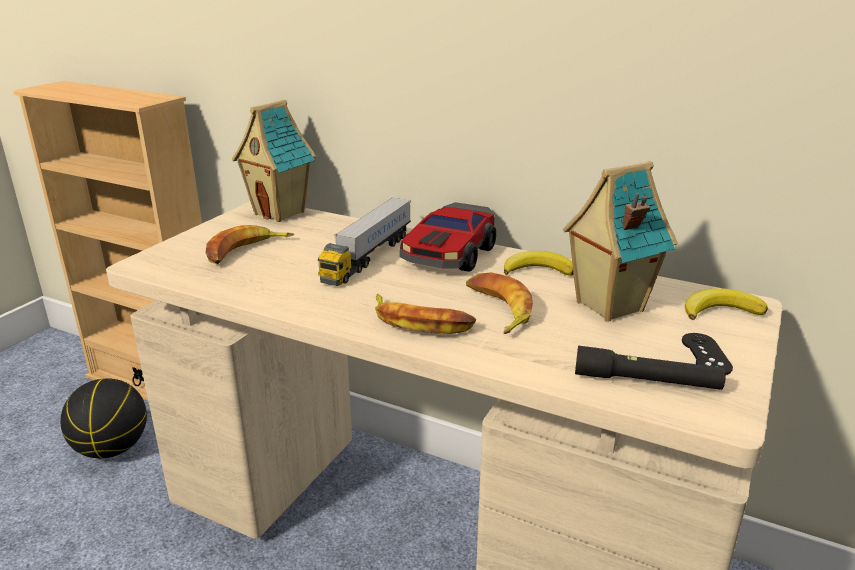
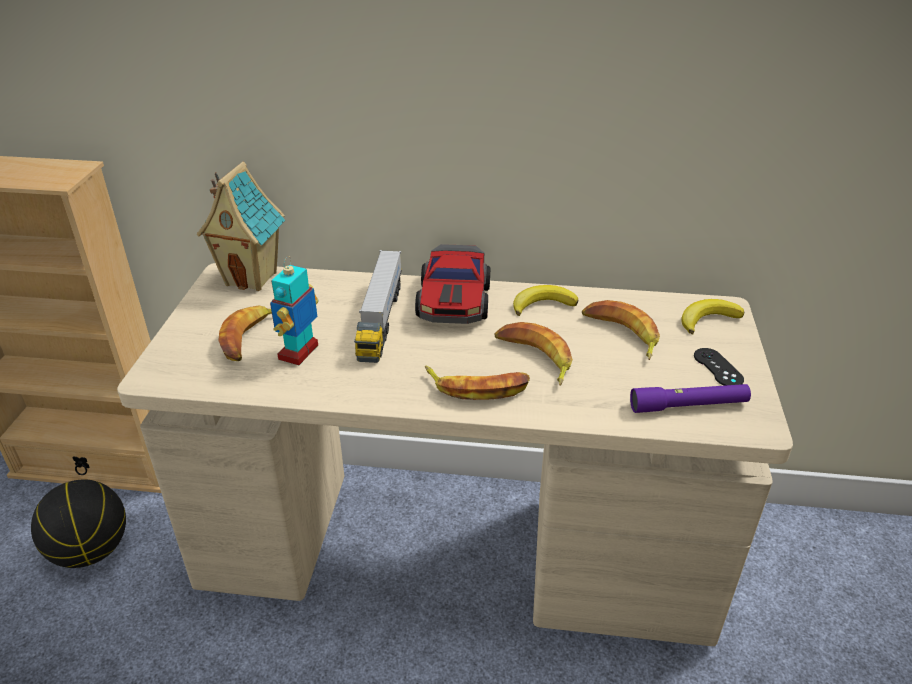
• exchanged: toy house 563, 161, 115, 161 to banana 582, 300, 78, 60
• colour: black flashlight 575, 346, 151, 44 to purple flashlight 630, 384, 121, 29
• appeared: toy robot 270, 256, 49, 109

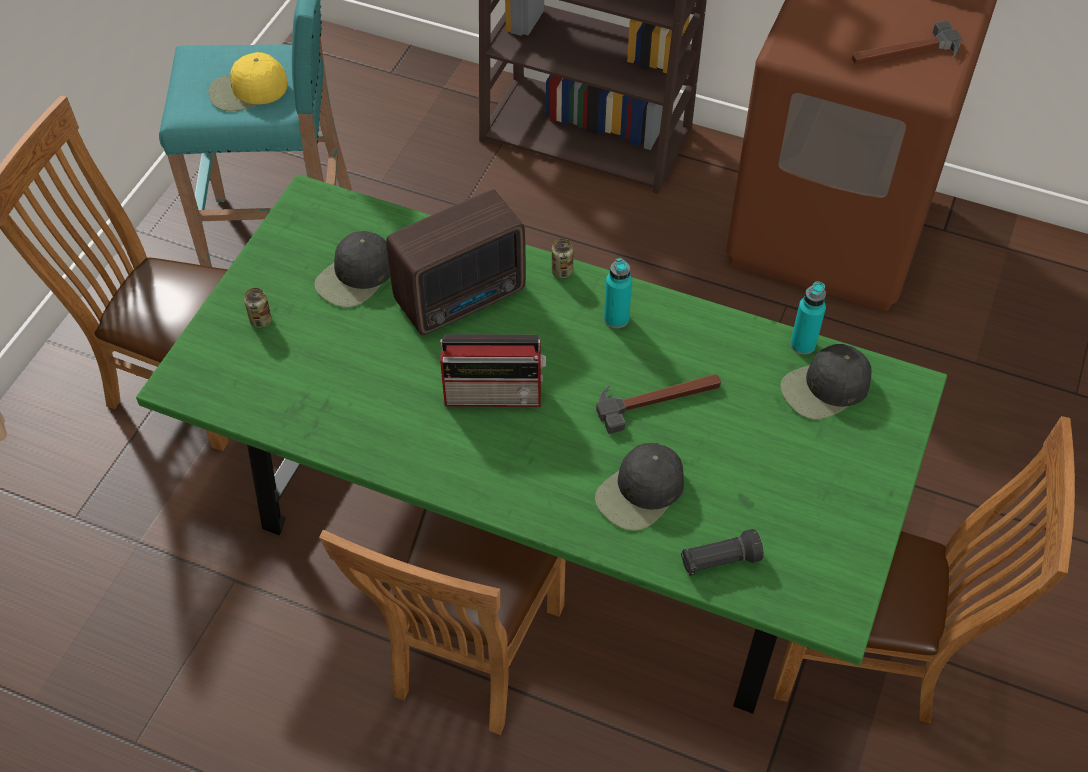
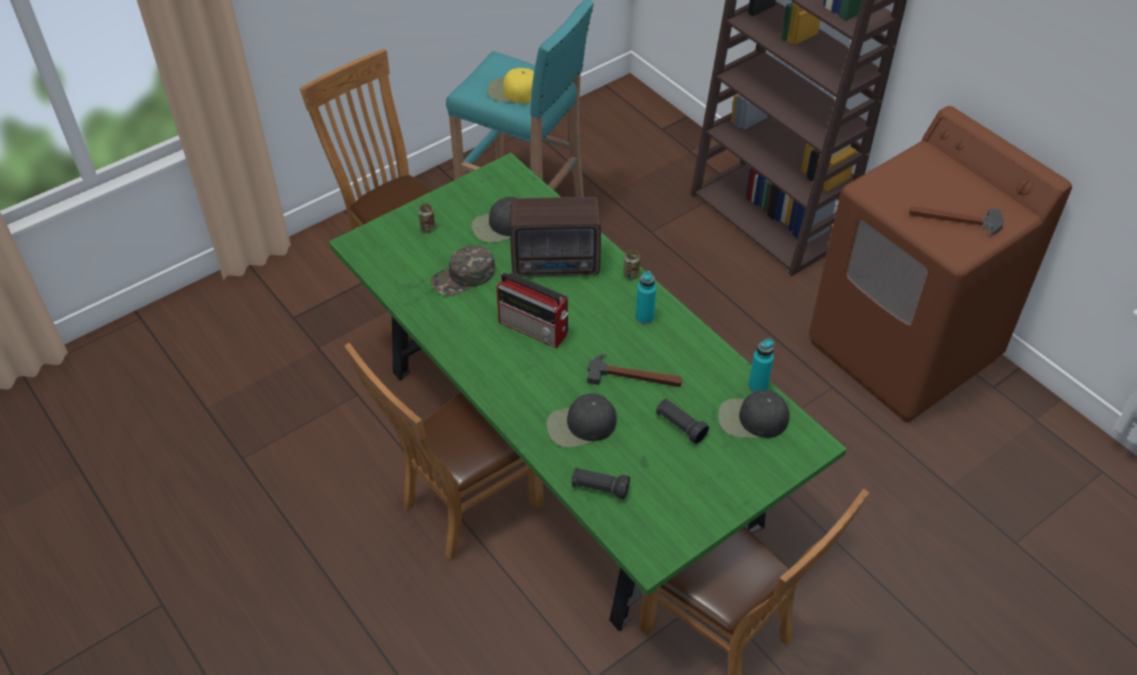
• appeared: green cap 431, 245, 64, 51
• appeared: black flashlight 656, 399, 53, 45

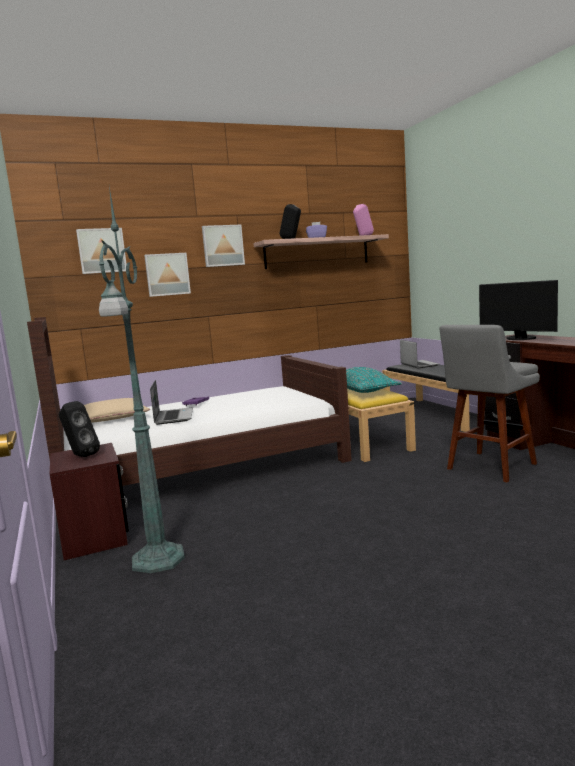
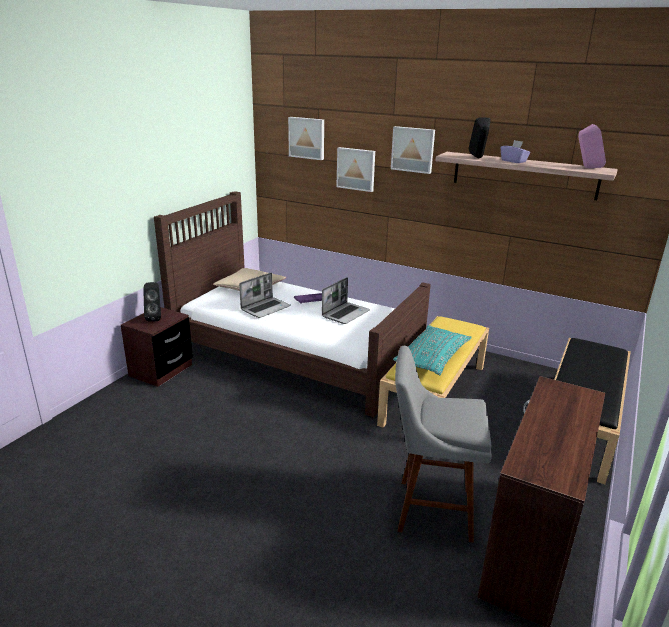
• missing: green floor lamp 99, 187, 86, 386
• missing: monitor 479, 280, 79, 60
• relocated: laptop 400, 340, 40, 28 to 322, 277, 48, 47

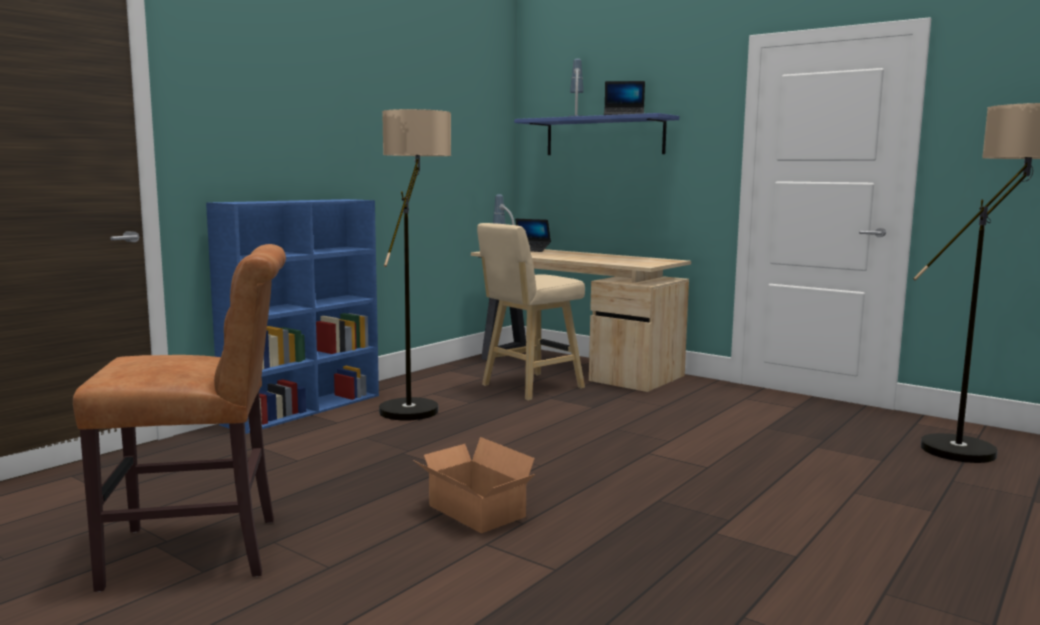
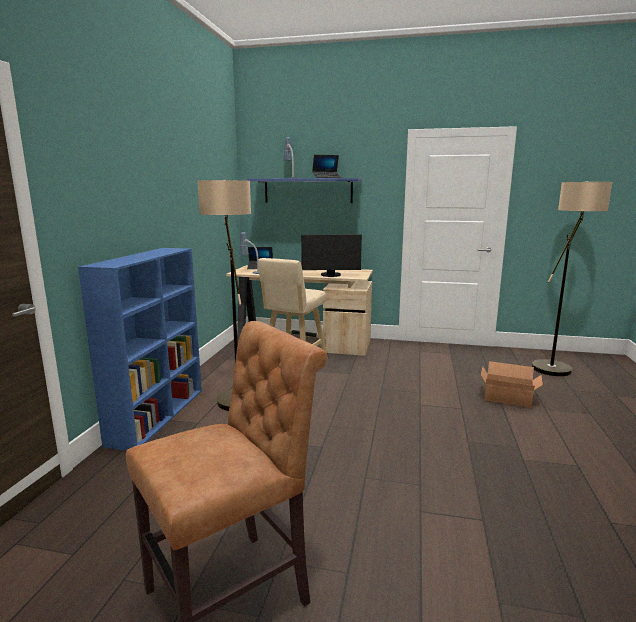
• relocated: cardboard box 413, 437, 122, 96 to 481, 361, 62, 47
• appeared: monitor 301, 234, 61, 43

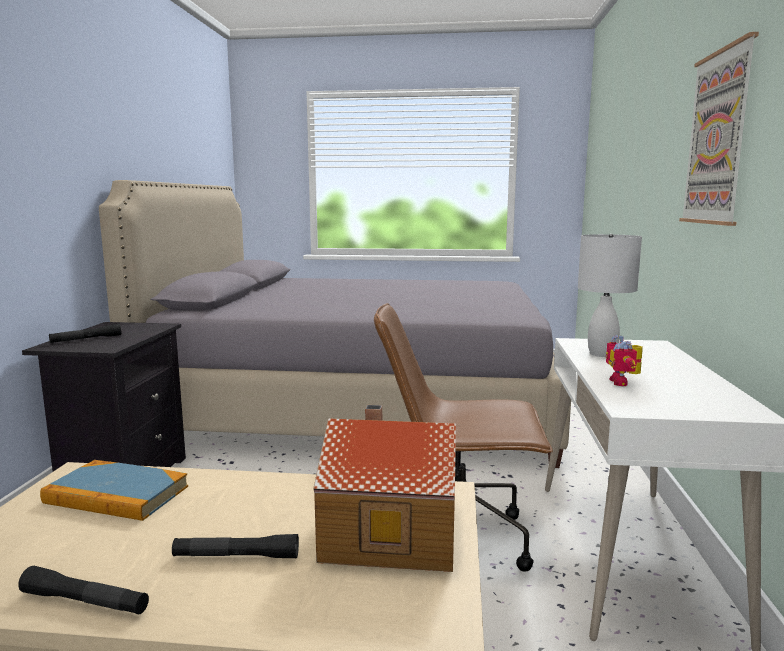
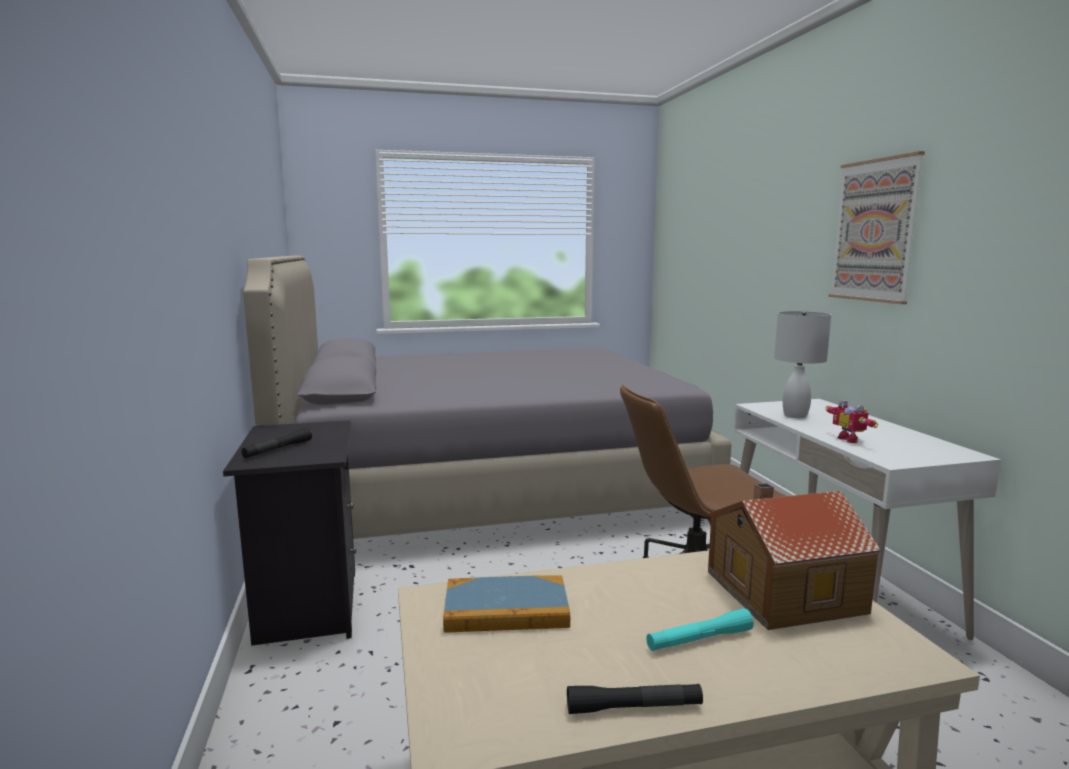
• colour: black flashlight 172, 534, 127, 24 to turquoise flashlight 646, 608, 108, 43

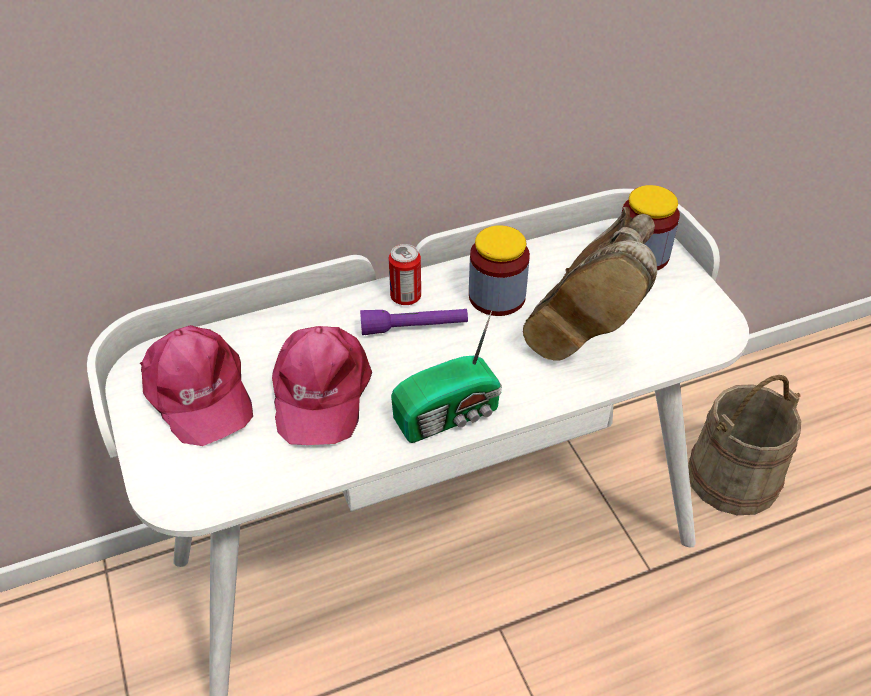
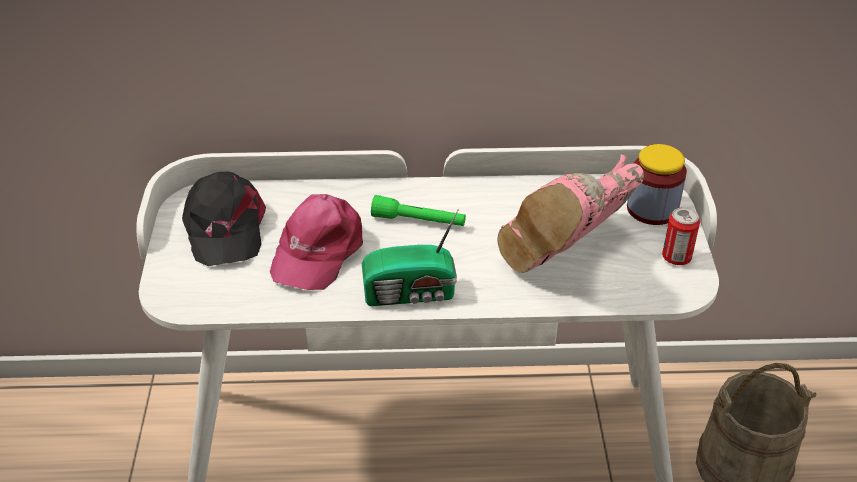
• colour: brown boot 523, 207, 134, 154 to pink boot 497, 155, 147, 118
• missing: jar 469, 225, 61, 91
• relocated: can 389, 244, 32, 61 to 662, 207, 38, 58
• colour: purple flashlight 360, 309, 108, 26 to green flashlight 371, 195, 95, 31
• colour: pink cap 140, 325, 113, 121 to black cap 182, 172, 84, 94

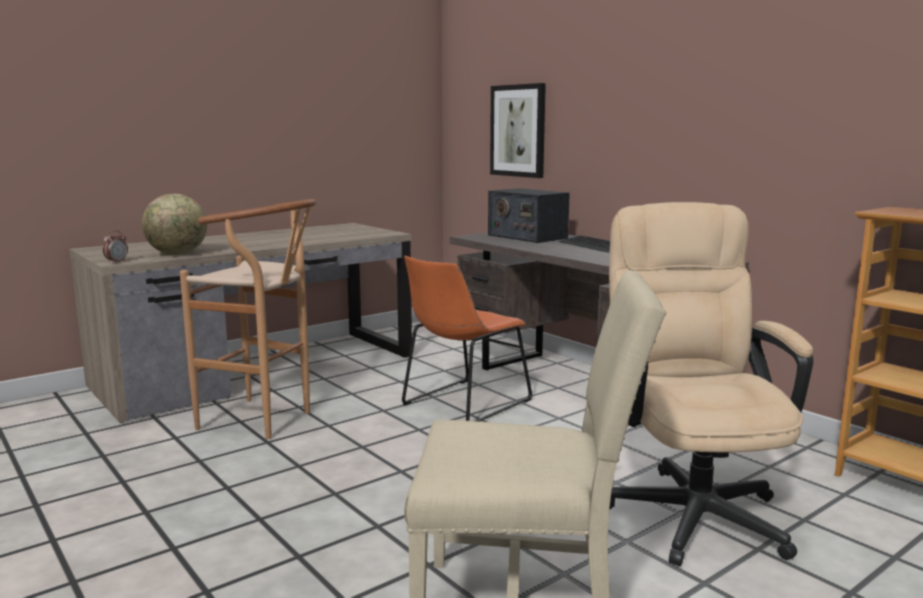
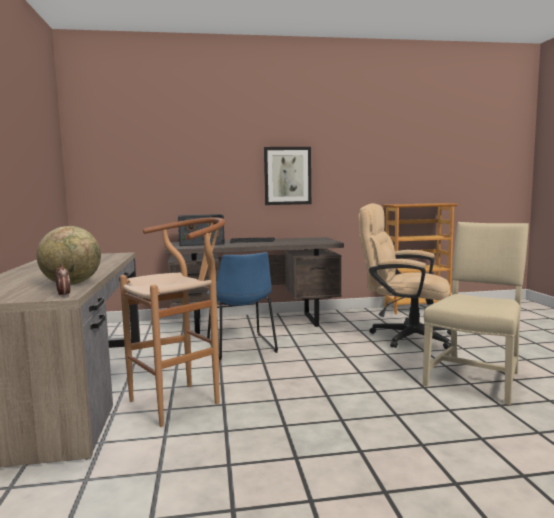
• relocated: picture 490, 83, 56, 95 to 264, 147, 47, 58
• colour: orange chair 402, 256, 131, 166 to blue chair 207, 252, 71, 108

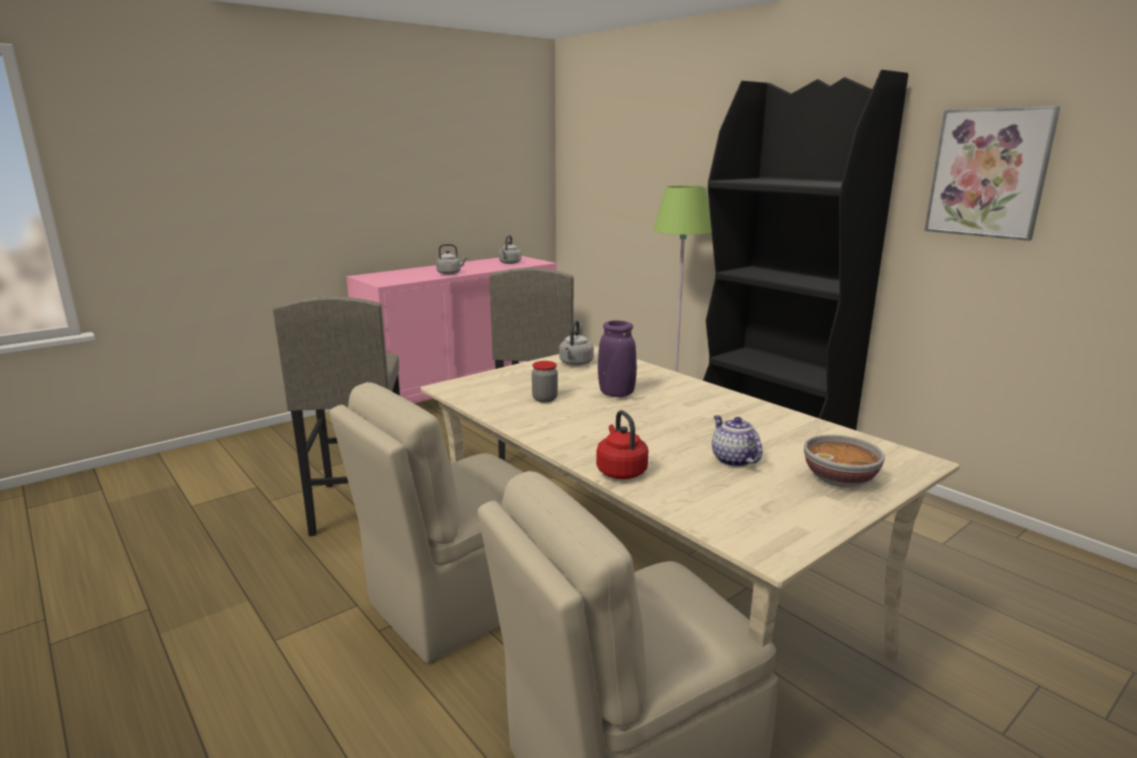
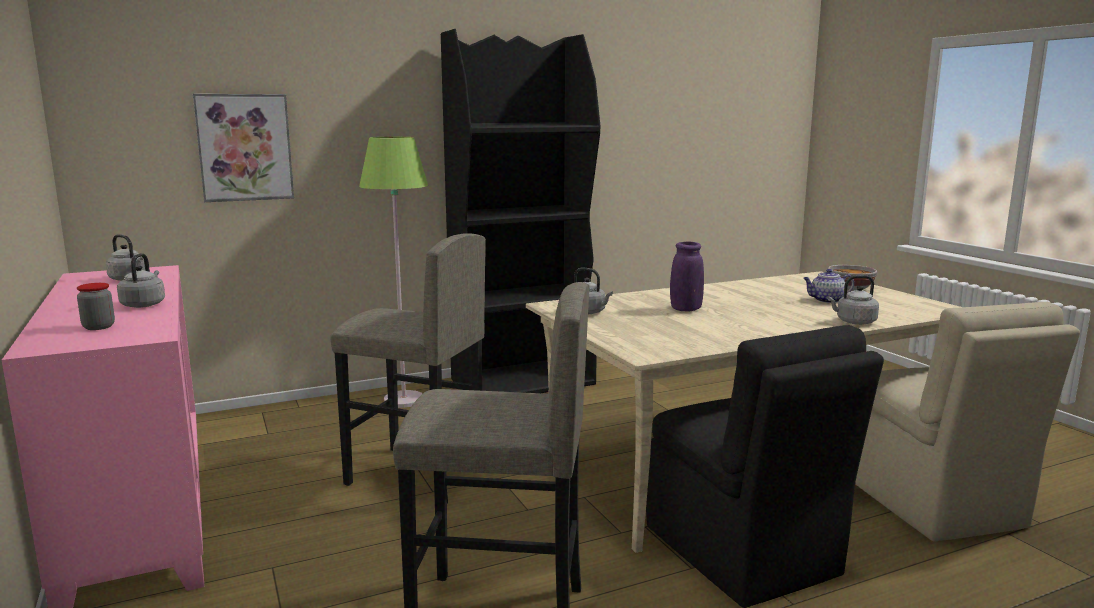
• relocated: picture 924, 106, 137, 135 to 193, 94, 101, 108
• relocated: jar 532, 361, 26, 42 to 77, 283, 38, 47
• colour: beige chair 329, 382, 195, 281 to black chair 646, 325, 238, 283
• colour: red kettle 596, 410, 52, 69 to grey kettle 827, 275, 52, 50

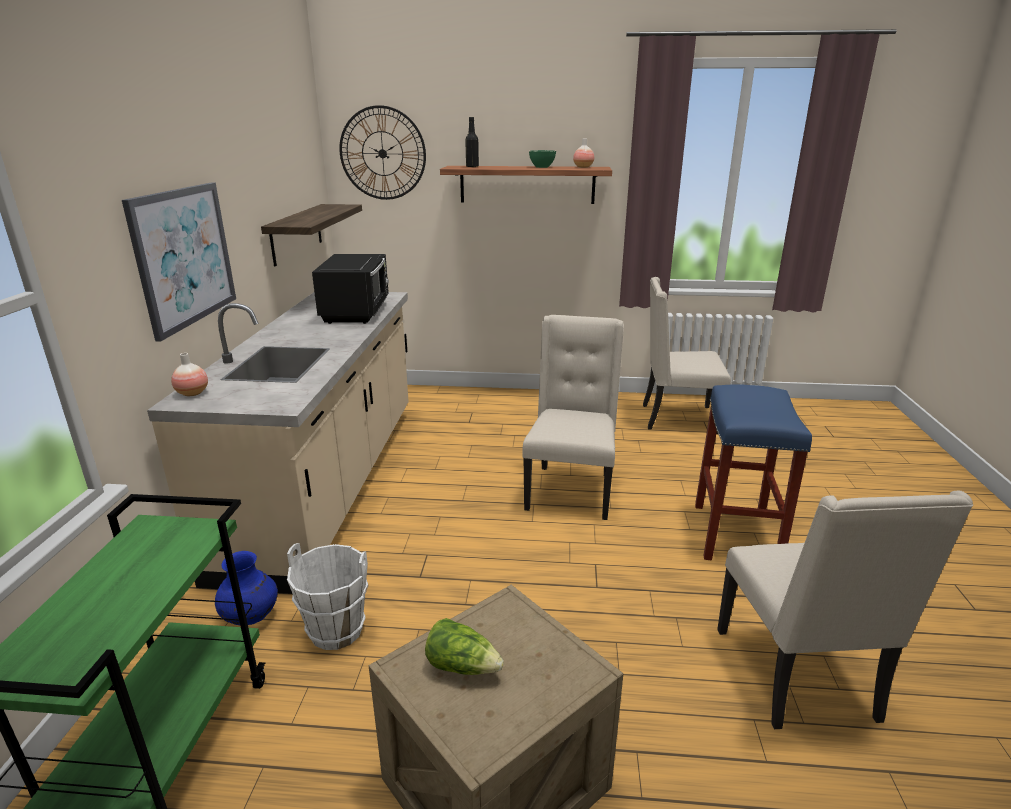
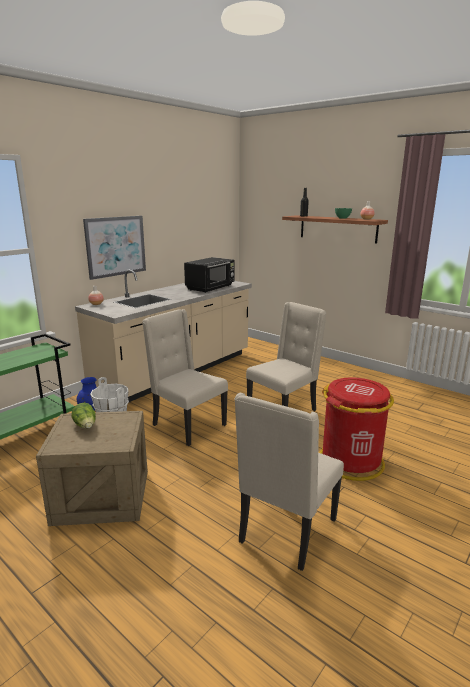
• missing: wall clock 339, 105, 87, 95
• missing: shelf 261, 204, 101, 63
• relocated: beige chair 643, 277, 88, 157 to 142, 309, 86, 137
• exchanged: blue stool 695, 384, 117, 176 to red trash can 319, 377, 75, 104

